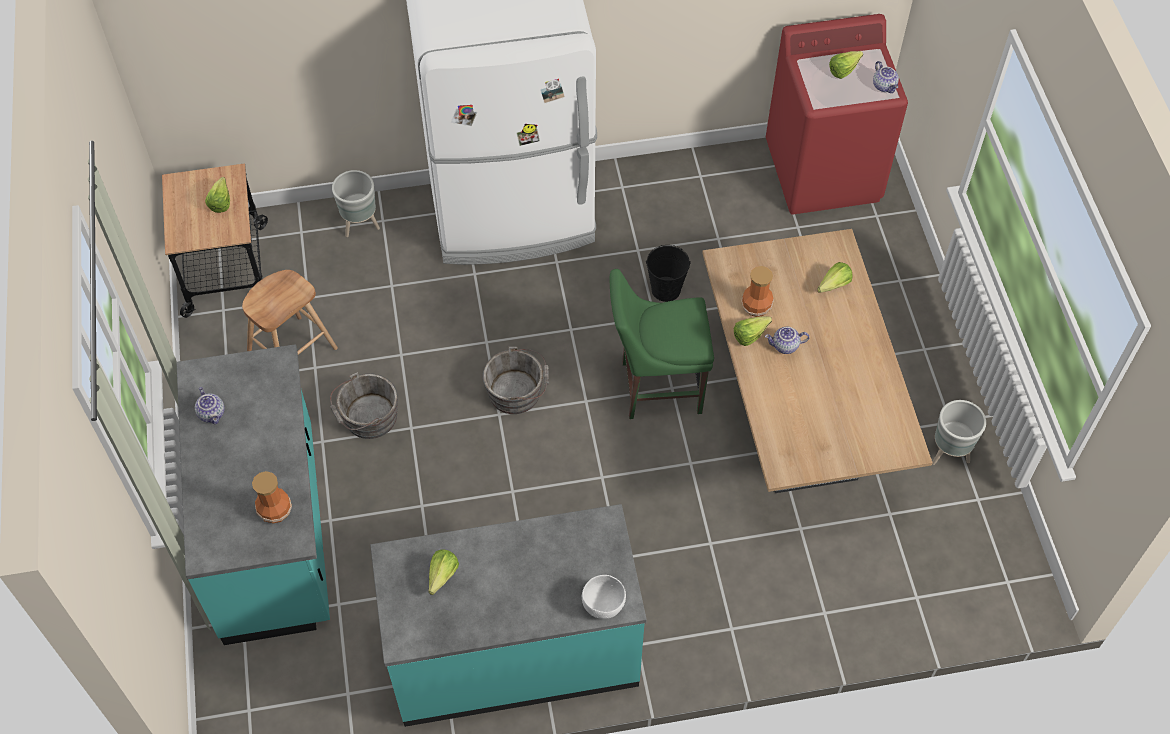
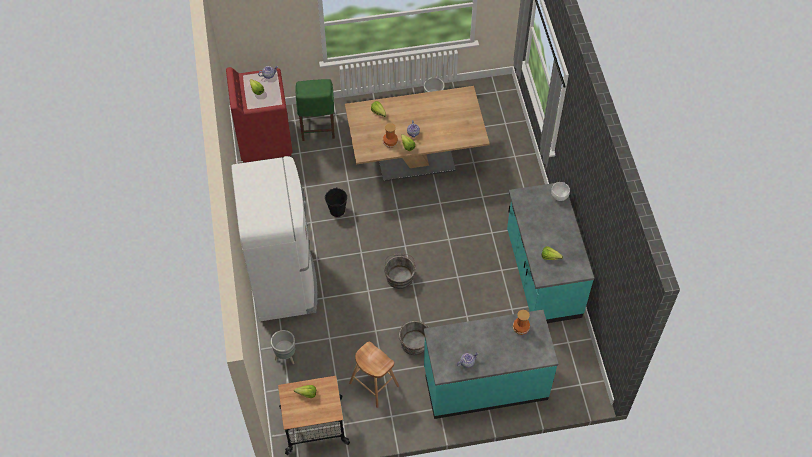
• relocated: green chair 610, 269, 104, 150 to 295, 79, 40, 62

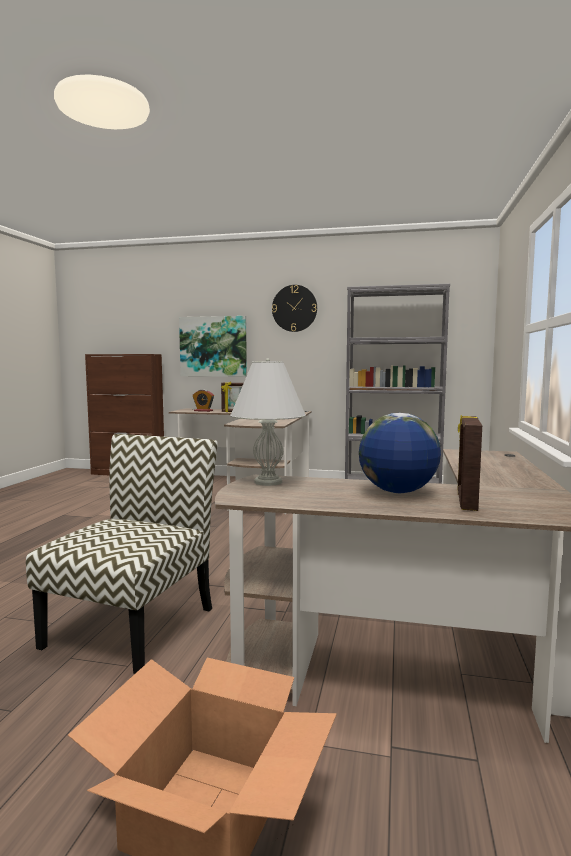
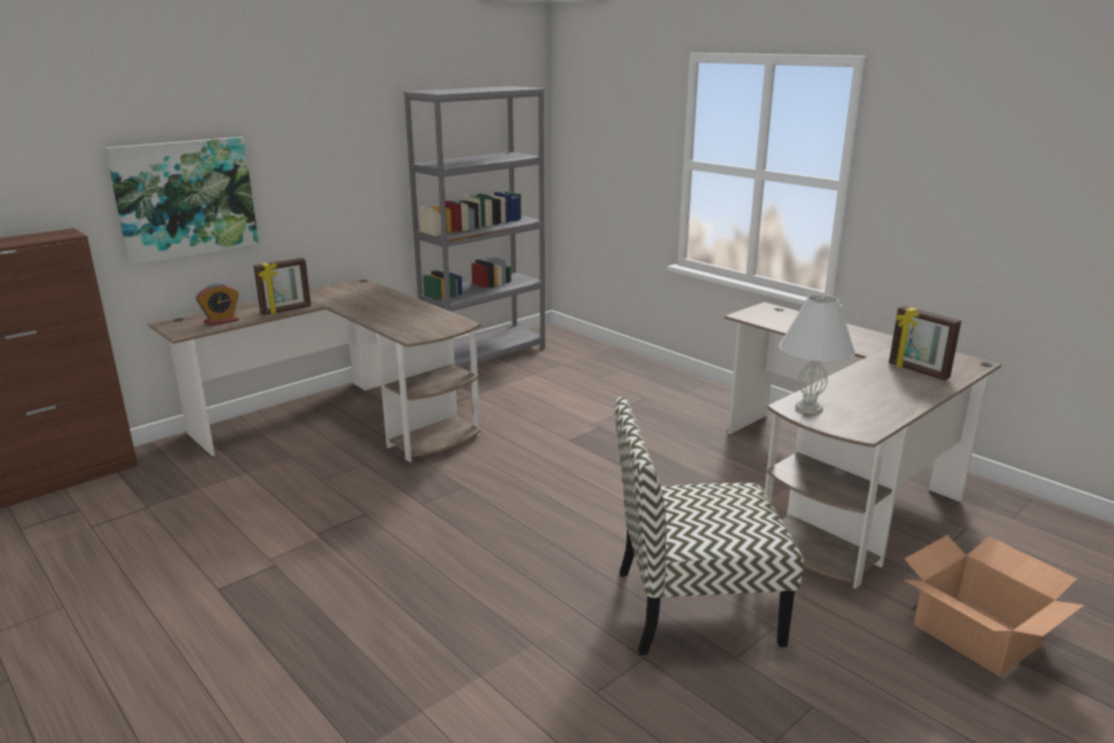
• missing: wall clock 272, 285, 45, 47
• missing: globe 359, 413, 82, 80
• spun: chair 26, 434, 192, 240 = 615, 397, 189, 258 60 degrees counterclockwise

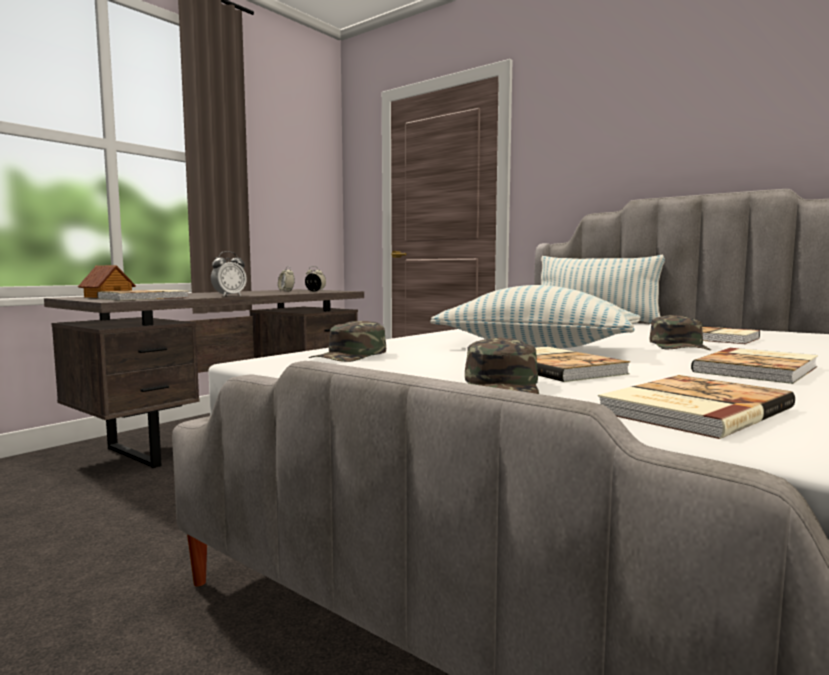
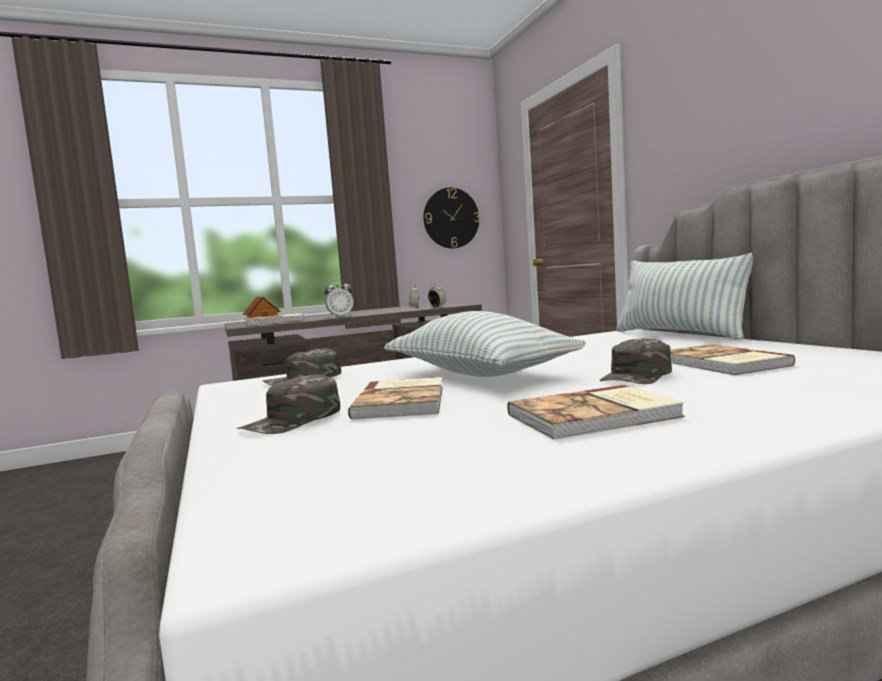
• missing: book 598, 375, 197, 64
• appeared: wall clock 423, 187, 57, 62

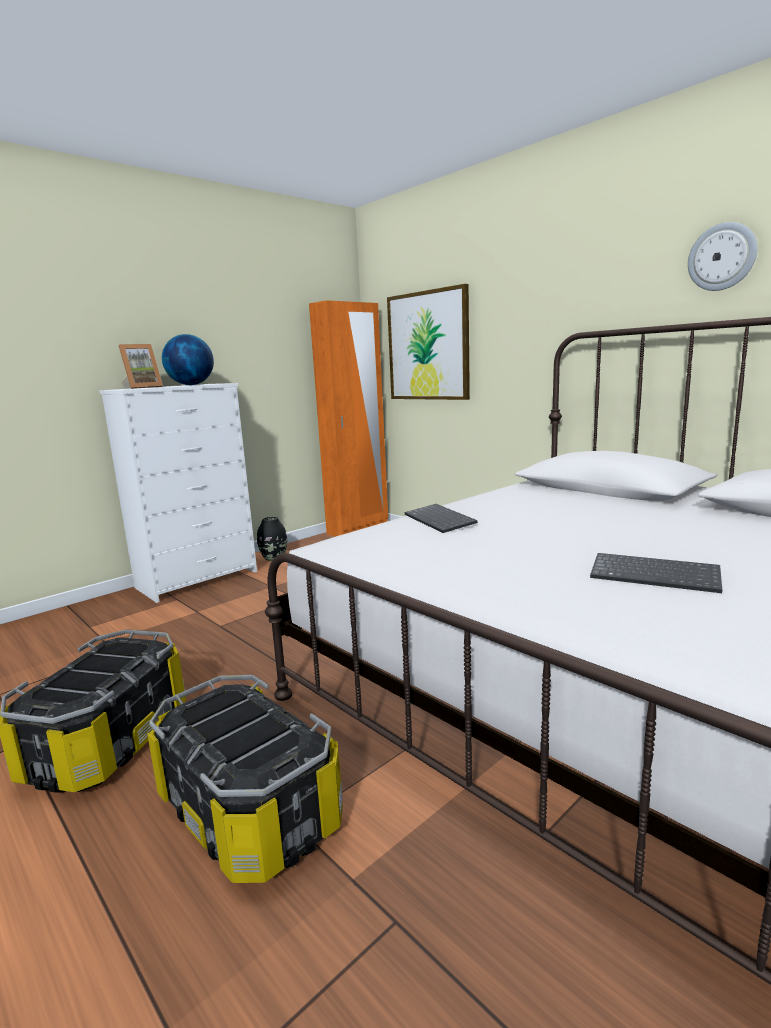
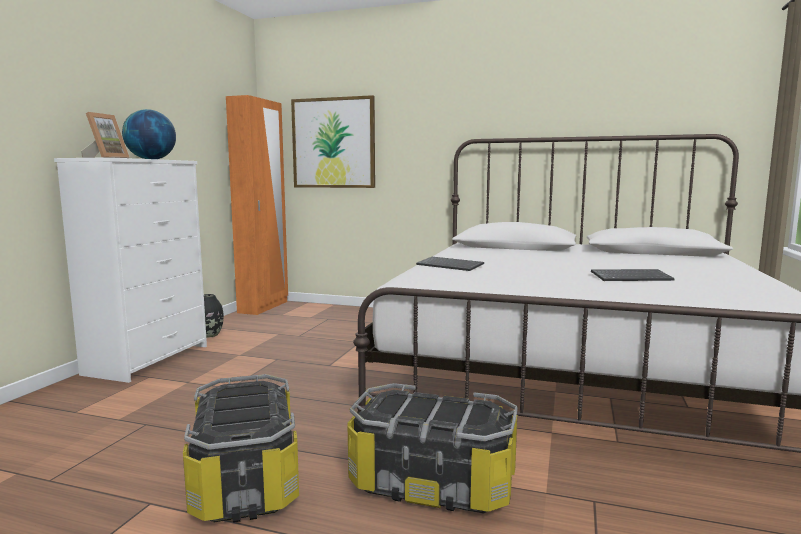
• missing: wall clock 688, 222, 70, 69

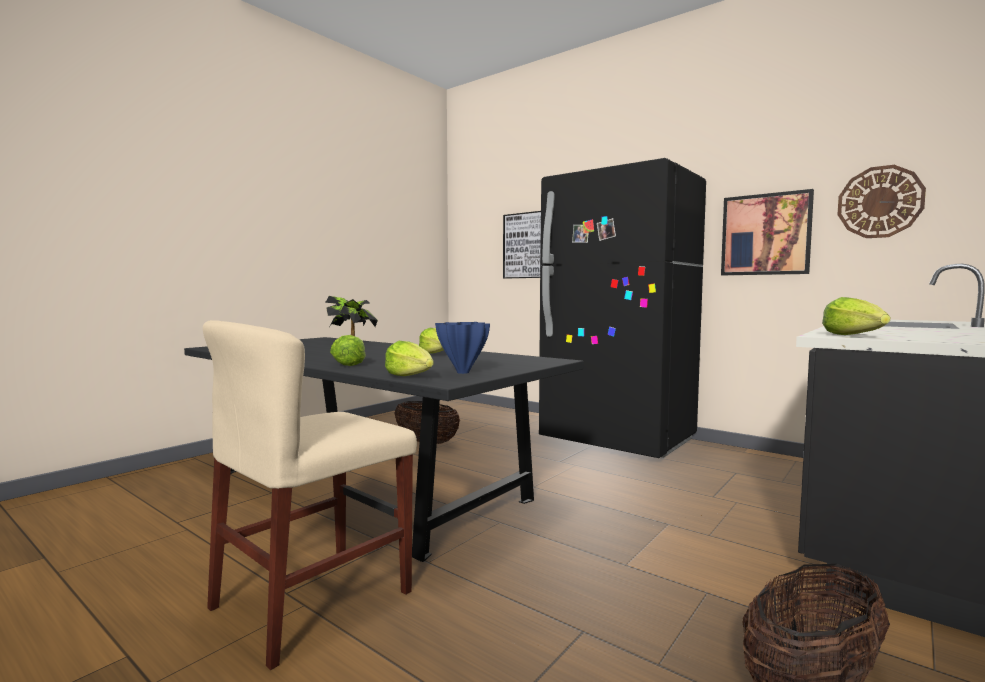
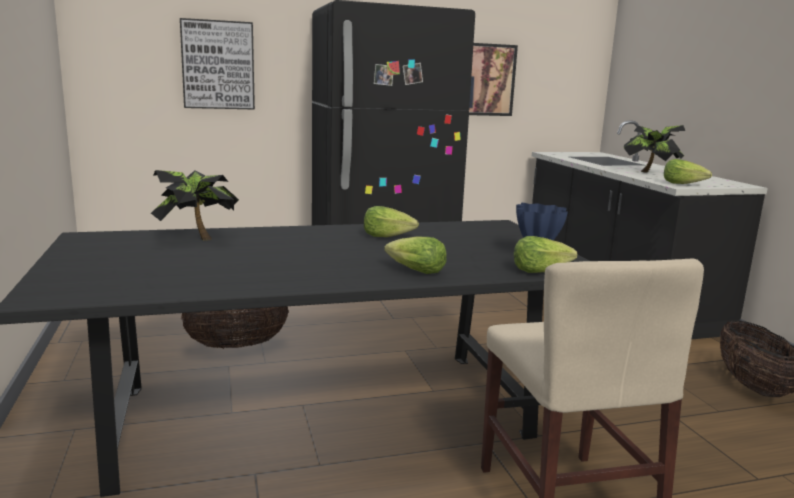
• missing: wall clock 838, 165, 88, 73
• appeared: potted plant 624, 125, 61, 47

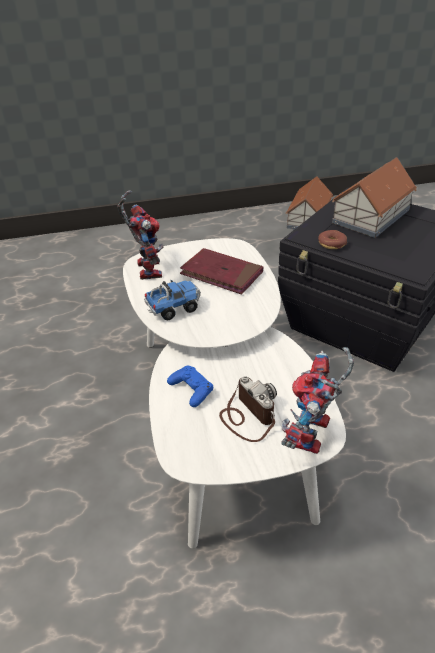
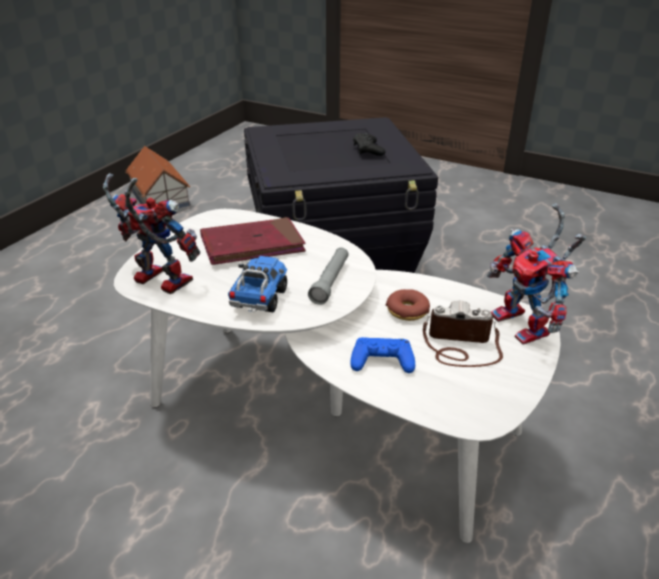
• missing: toy house 332, 157, 85, 81
• relocated: donut 318, 230, 29, 19 to 386, 289, 44, 32
• appeared: black game controller 353, 133, 32, 23
• appeared: grey flashlight 308, 247, 41, 58

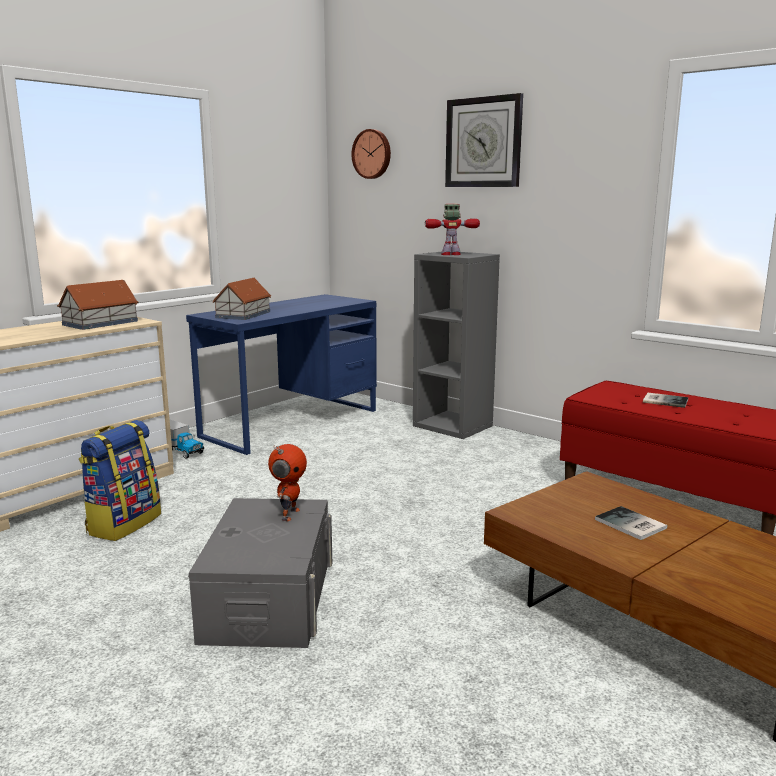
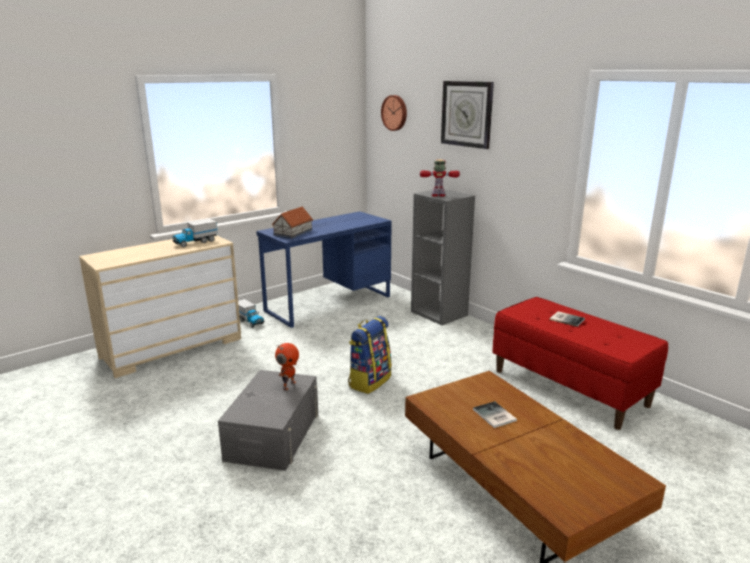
• exchanged: toy house 57, 280, 81, 50 to toy truck 172, 219, 46, 28
• relocated: backpack 79, 420, 82, 121 to 348, 316, 44, 78

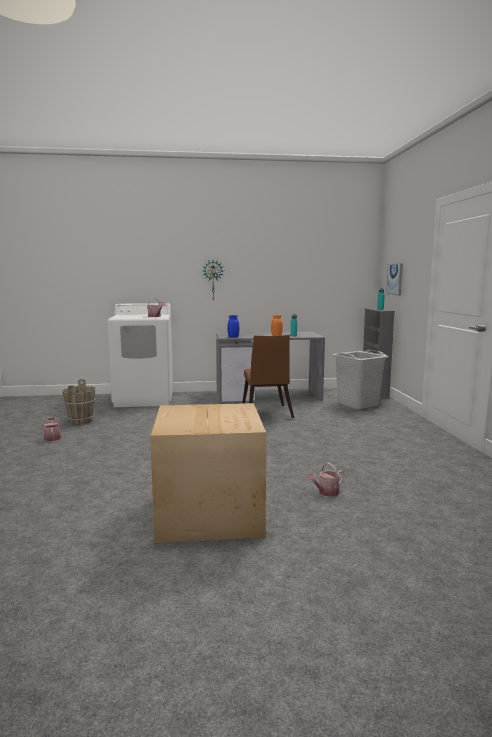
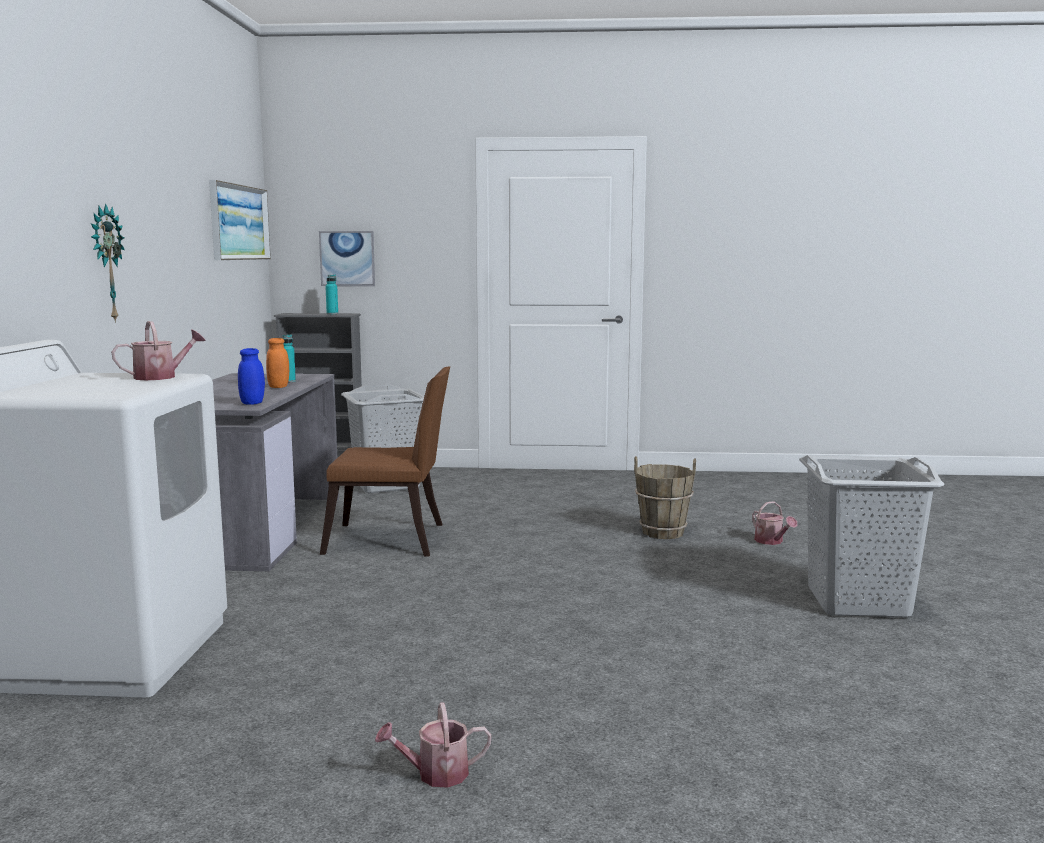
• relocated: brown bucket 62, 379, 33, 46 to 634, 456, 62, 83
• exchanged: cardboard box 150, 403, 116, 140 to grey laundry basket 799, 455, 145, 163
• appeared: picture 209, 180, 62, 80

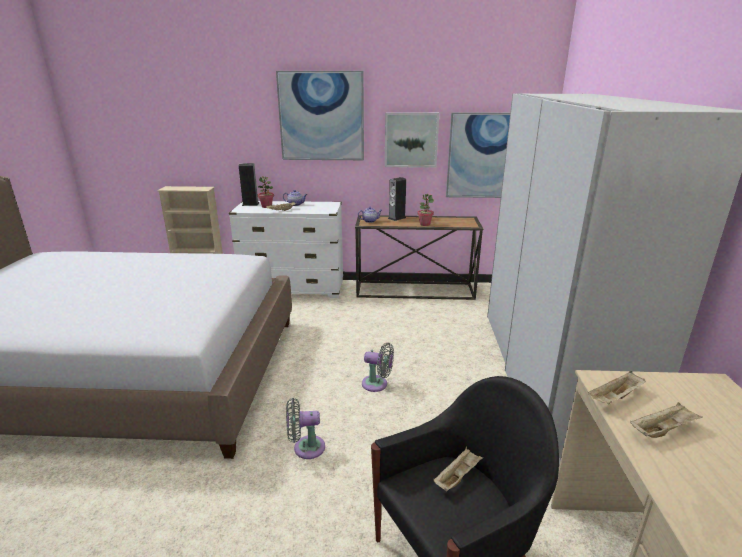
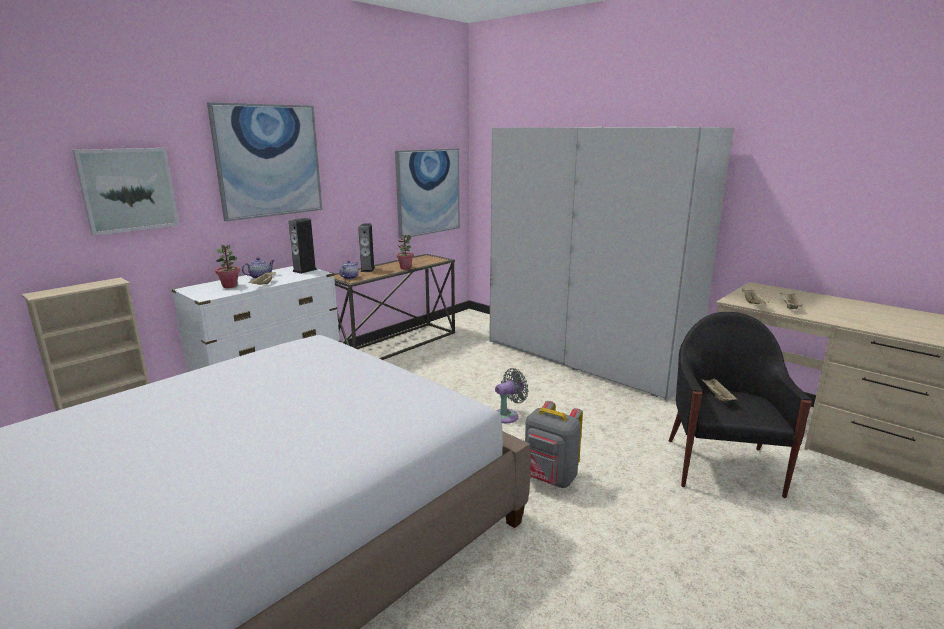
• relocated: picture 385, 112, 54, 56 to 72, 148, 107, 88
• relocated: speaker 239, 163, 20, 43 to 289, 218, 28, 56
• exchanged: grey fan 286, 398, 39, 61 to grey backpack 525, 401, 58, 87

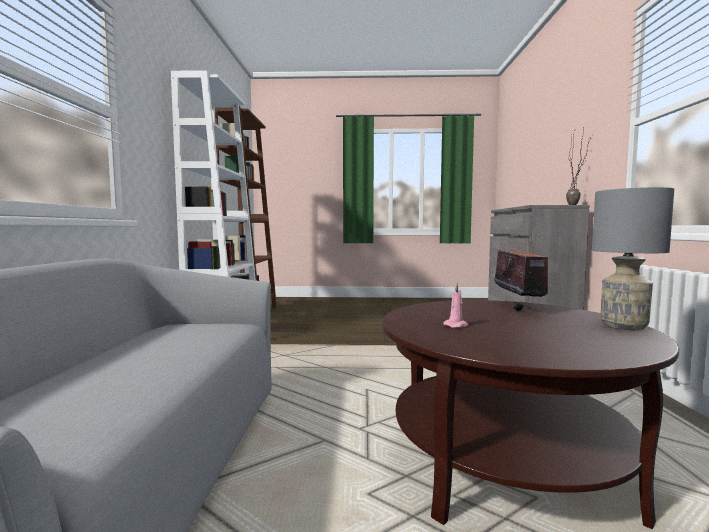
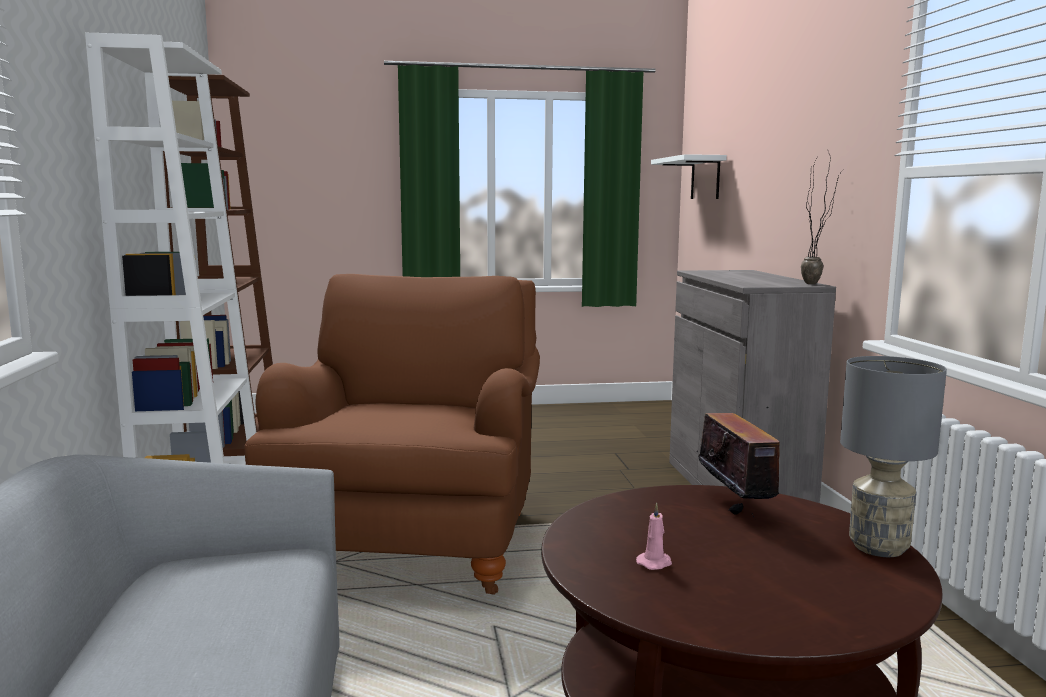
• appeared: white shelf 651, 154, 76, 45
• appeared: brown armchair 245, 274, 295, 321

